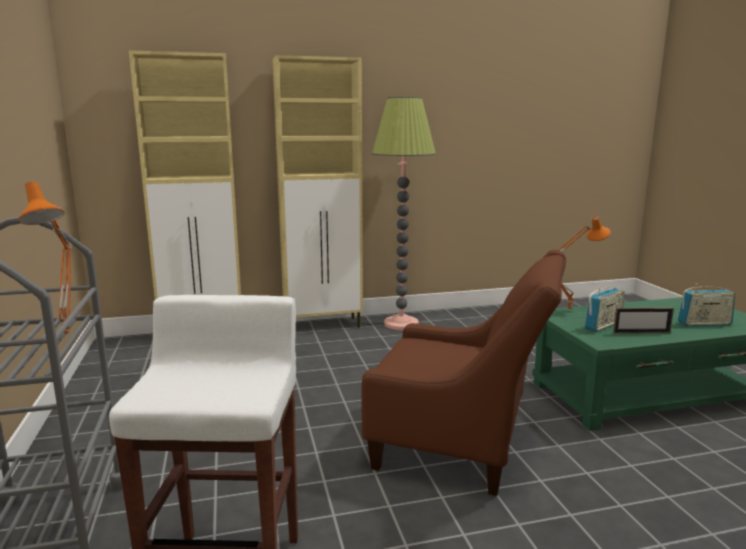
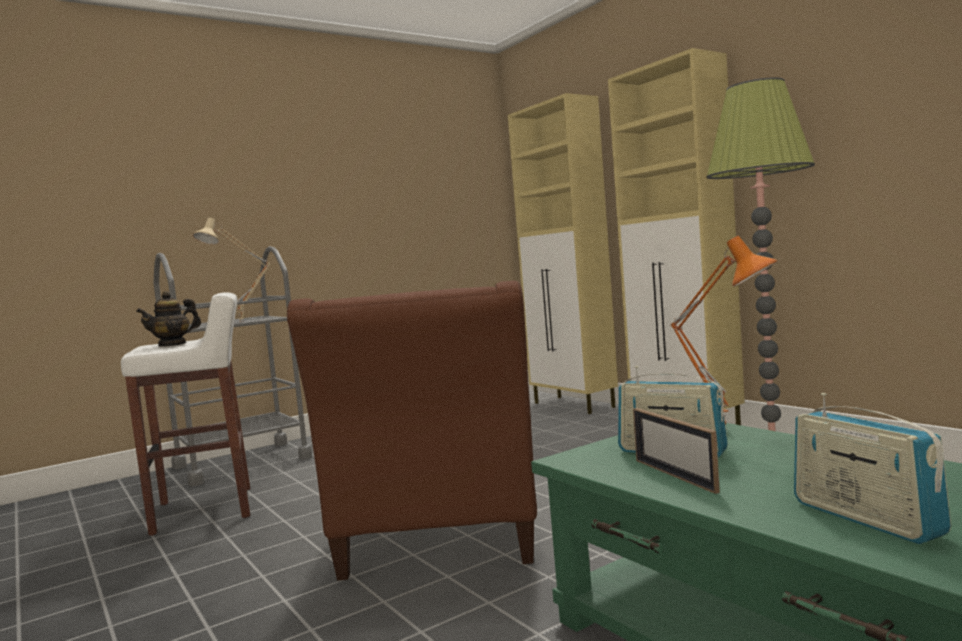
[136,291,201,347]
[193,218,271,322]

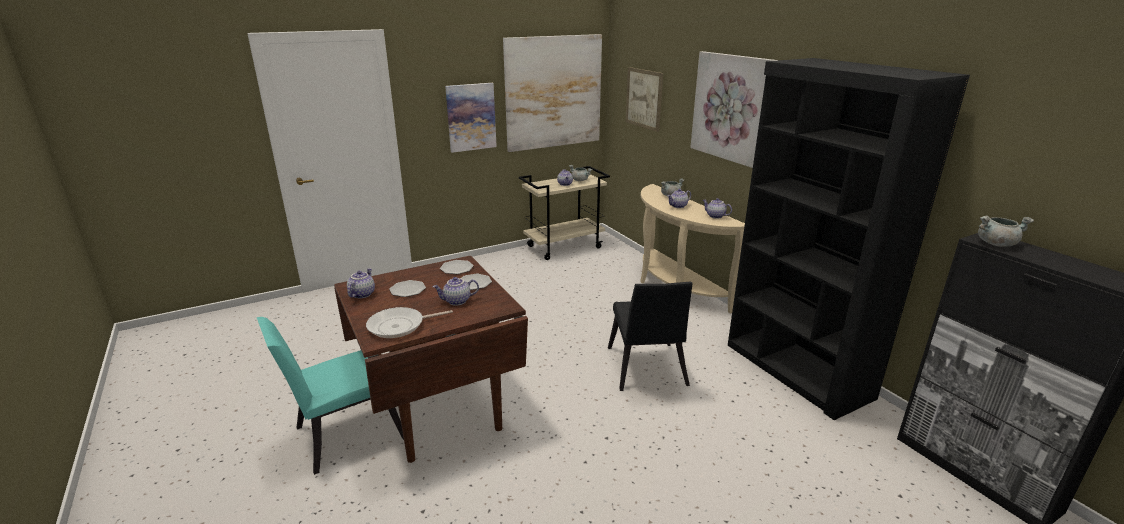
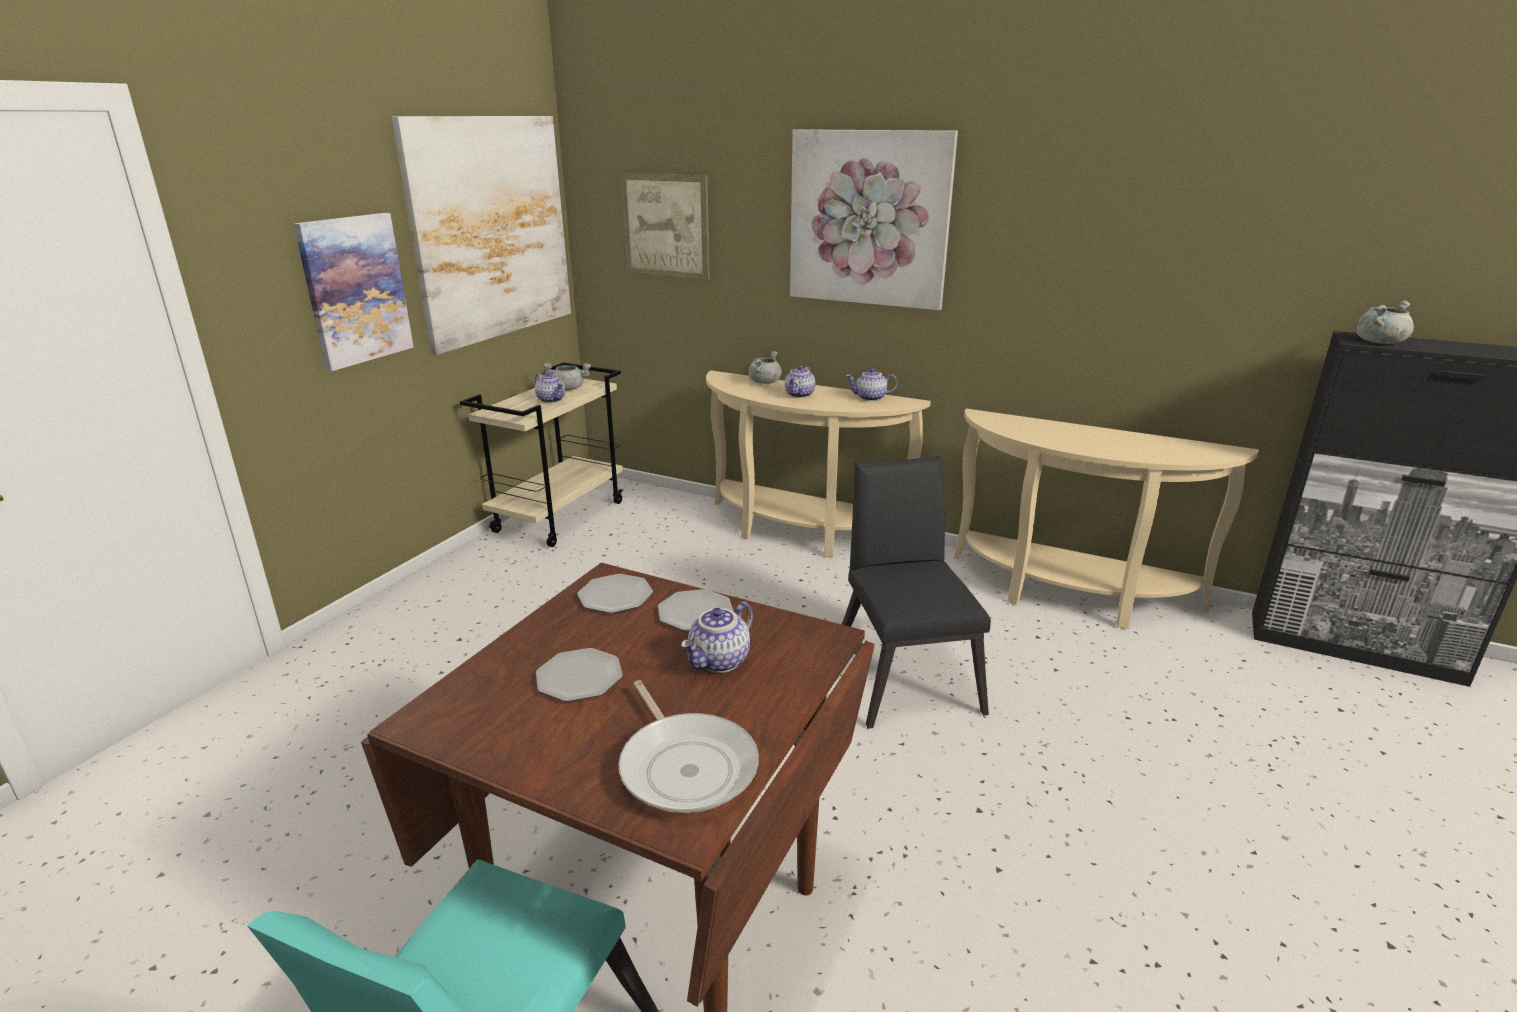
[618,680,759,813]
[842,456,991,729]
[954,409,1259,629]
[347,268,375,298] (first image)

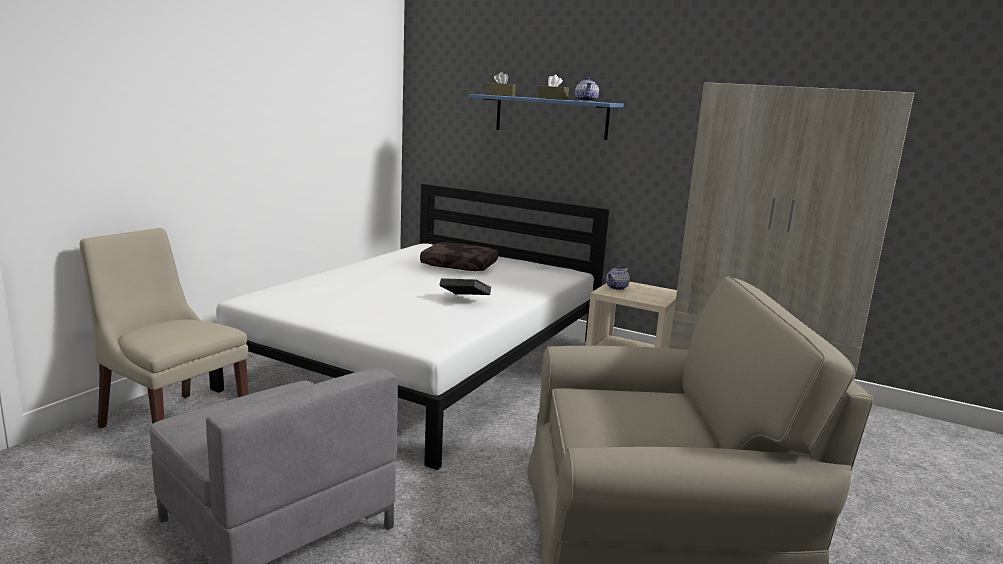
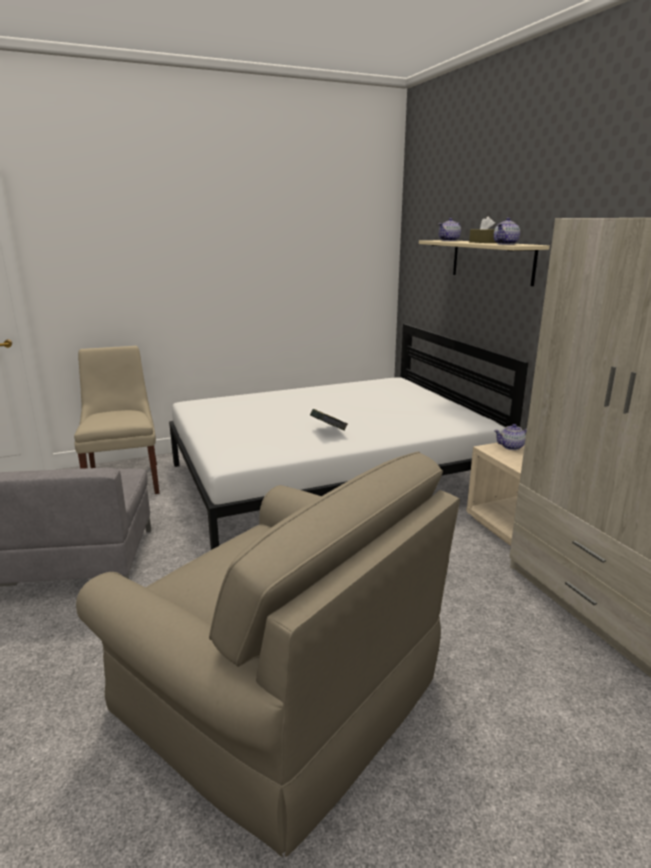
[419,240,550,286]
[438,218,461,241]
[420,242,498,271] (first image)

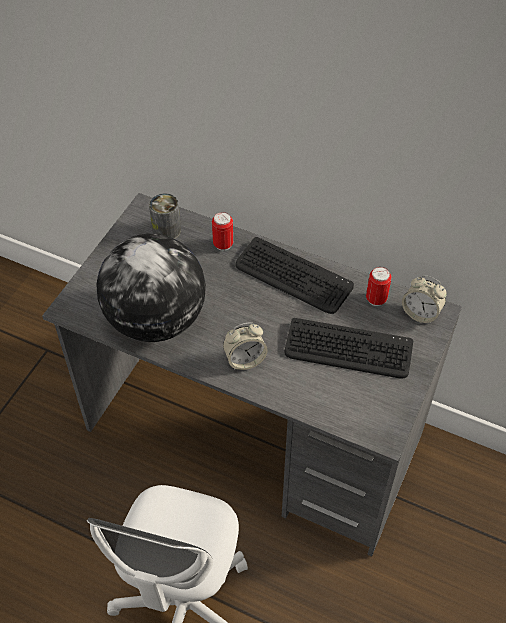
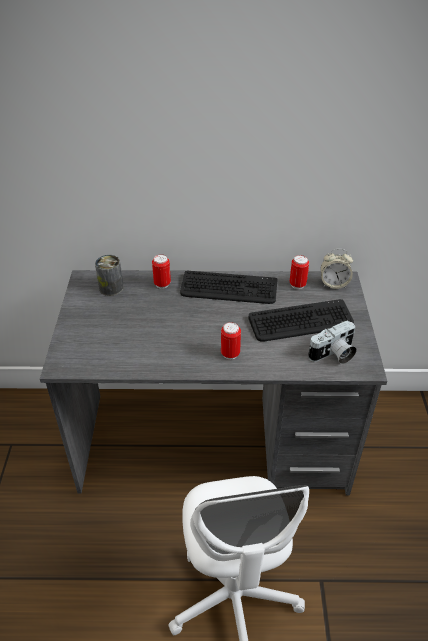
[221,322,241,359]
[308,320,357,364]
[96,234,206,342] (first image)

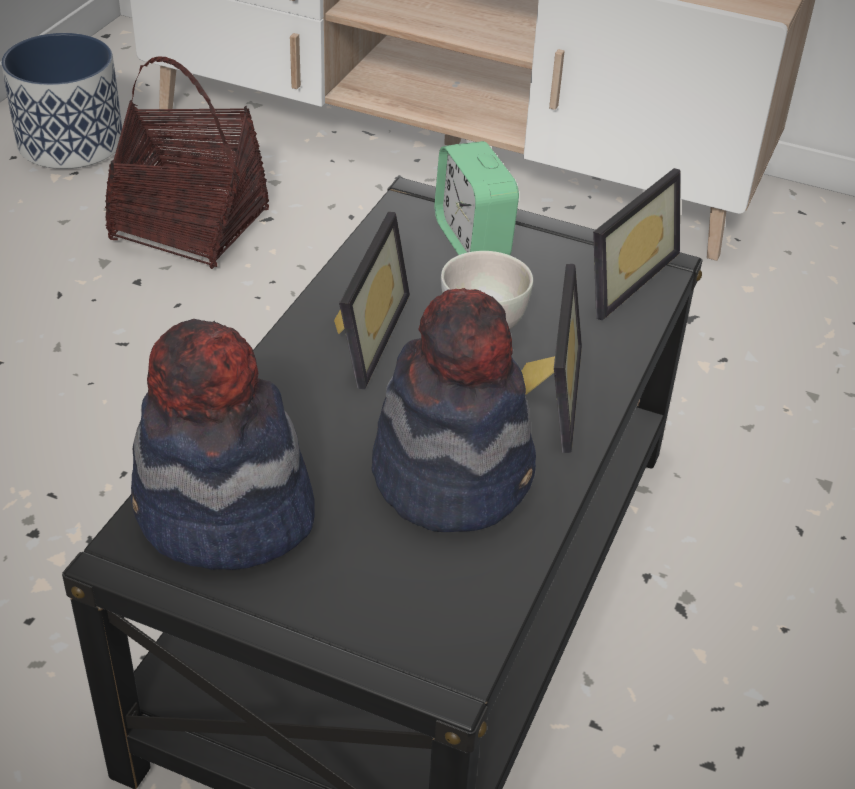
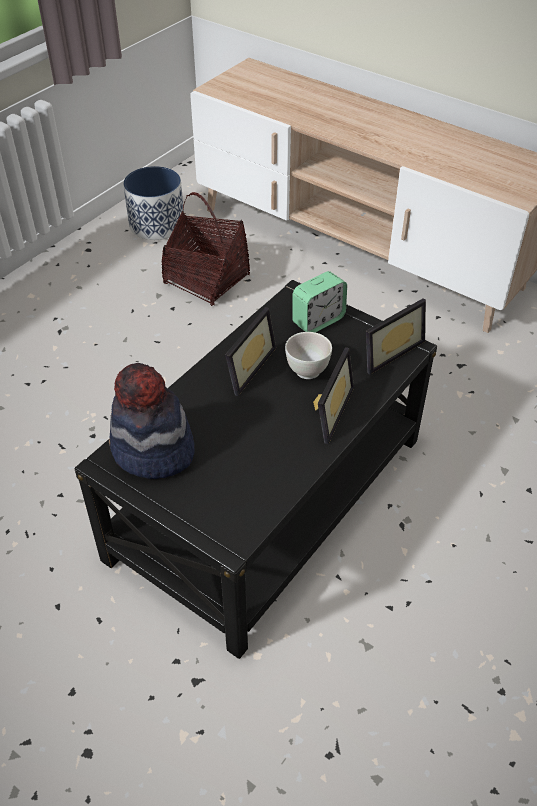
[292,271,347,333]
[372,288,536,532] (first image)

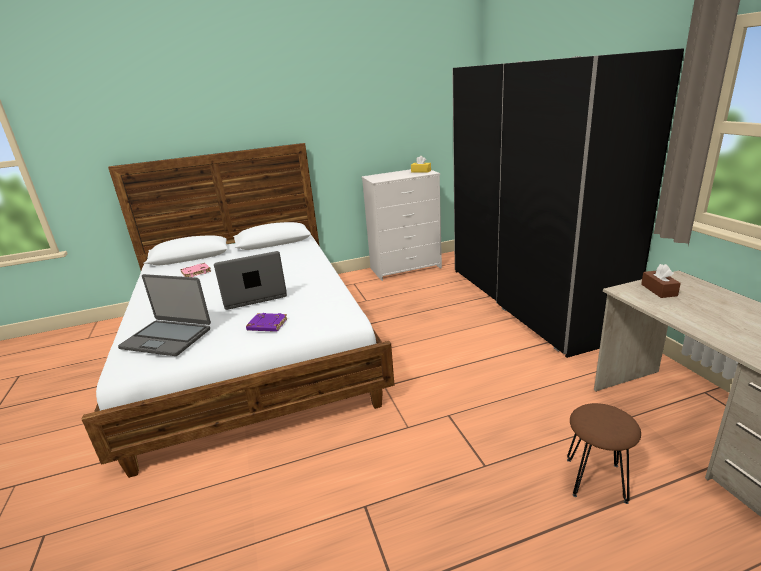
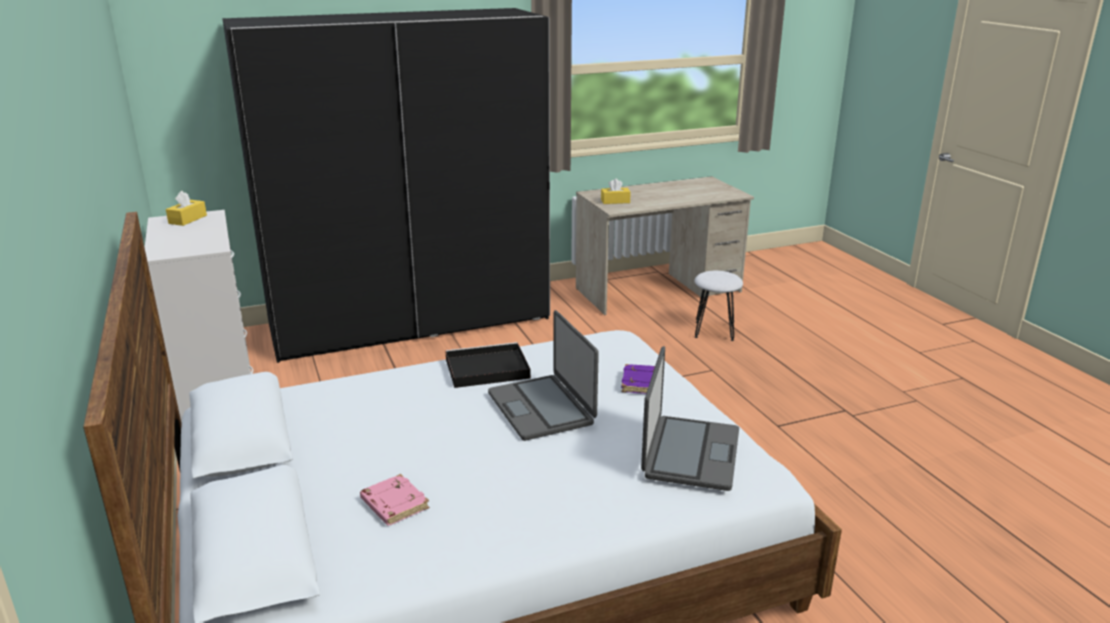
[445,342,531,388]
[601,179,631,204]
[695,271,743,341]

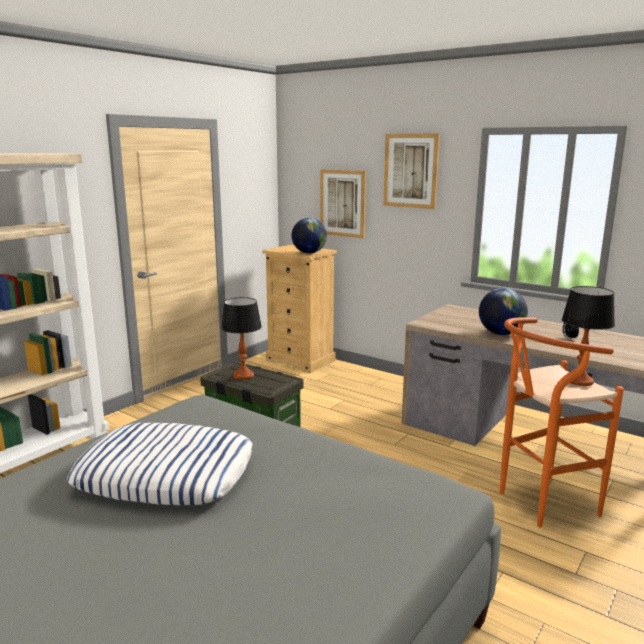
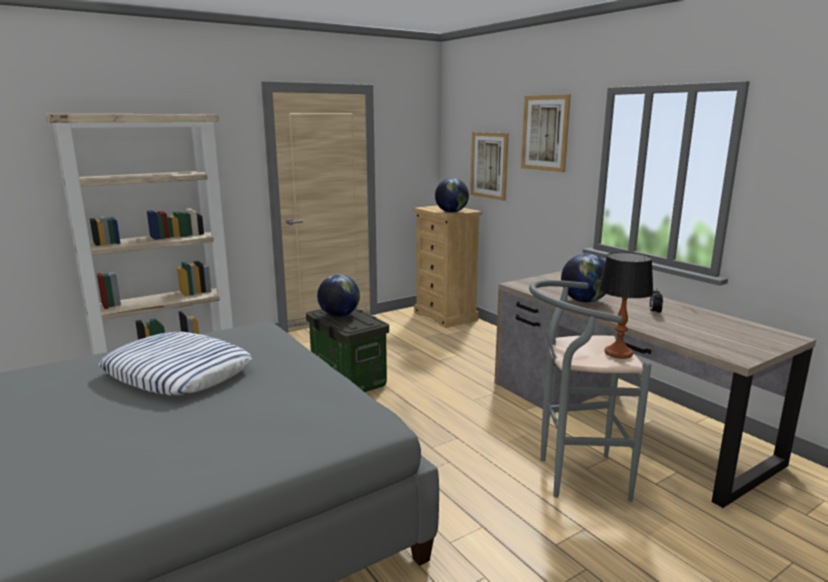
[317,275,360,317]
[529,280,651,502]

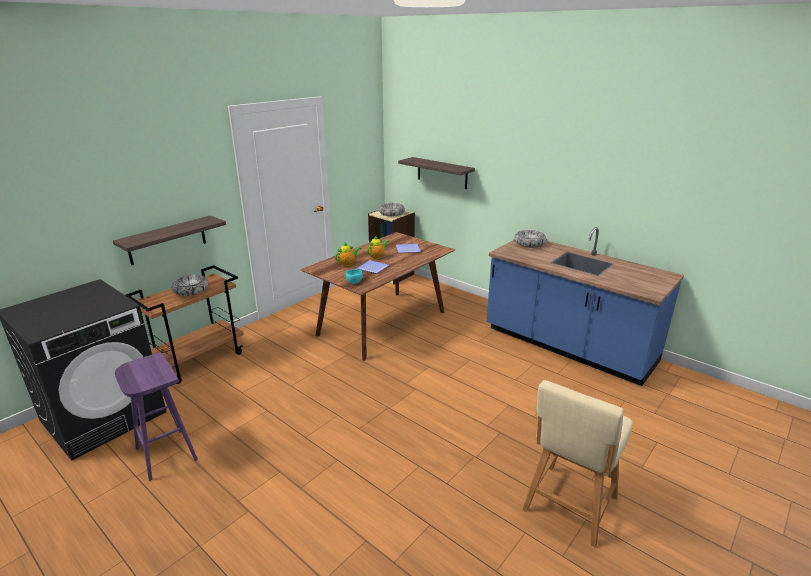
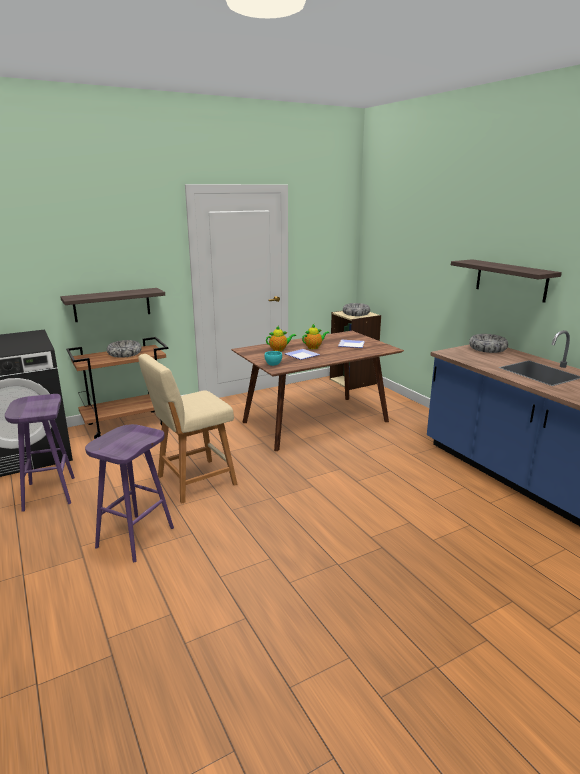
[85,424,174,562]
[138,354,238,503]
[451,259,562,303]

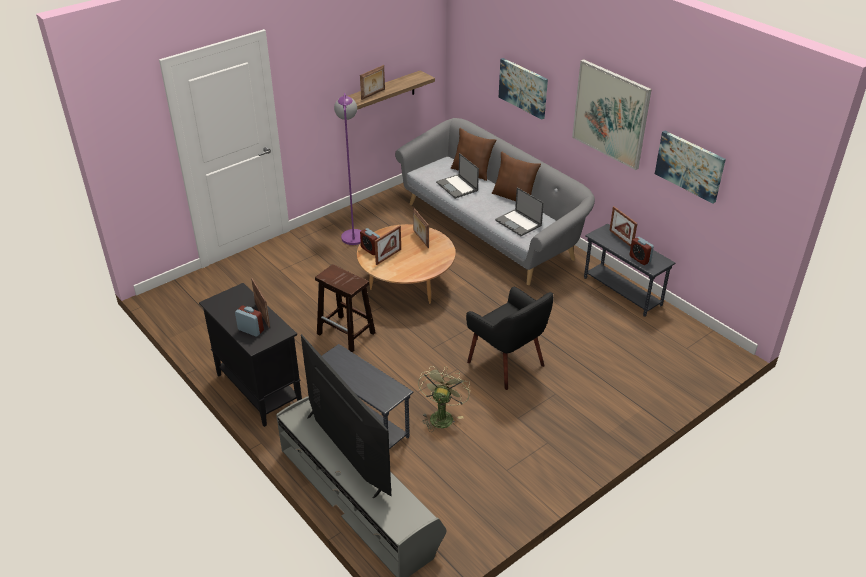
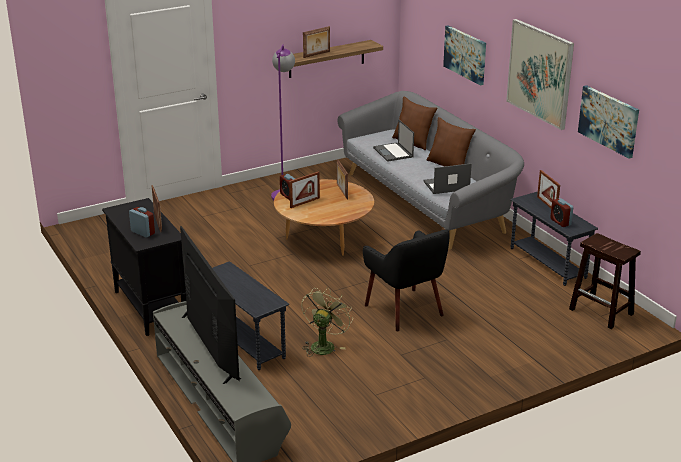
[423,163,472,194]
[569,233,641,329]

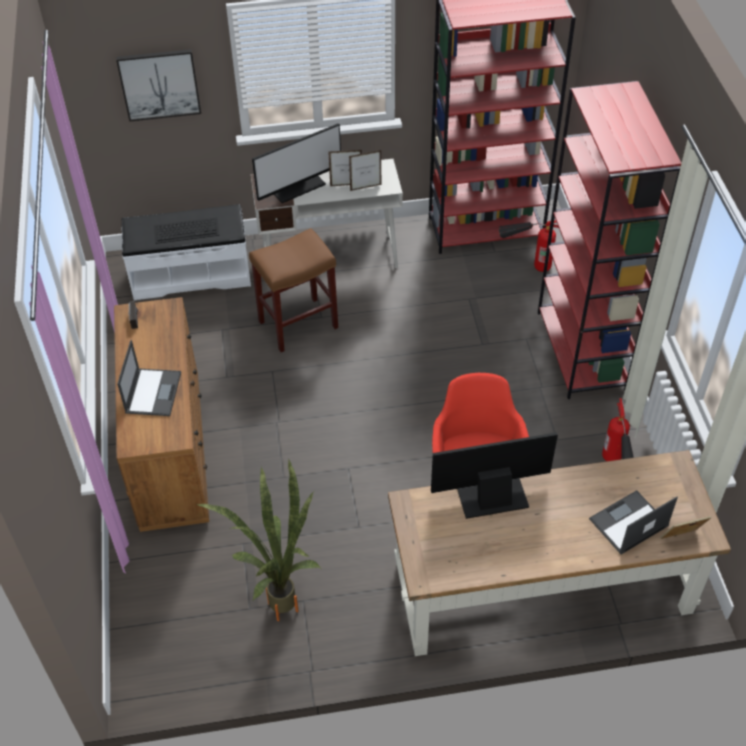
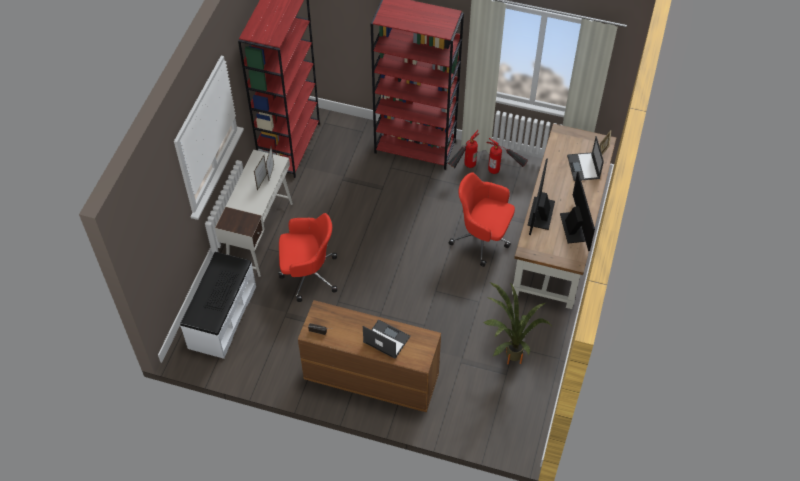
[278,213,337,302]
[448,130,479,168]
[560,172,595,251]
[116,49,201,122] (first image)

